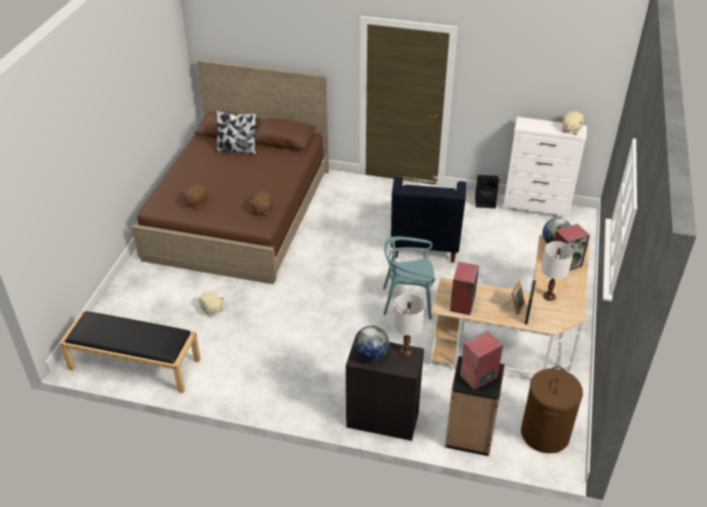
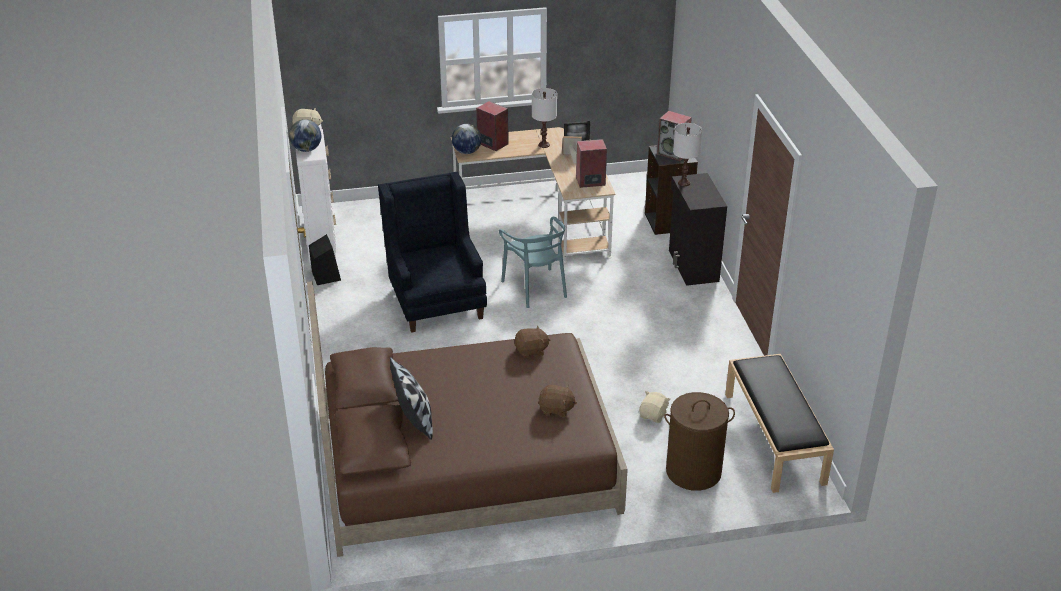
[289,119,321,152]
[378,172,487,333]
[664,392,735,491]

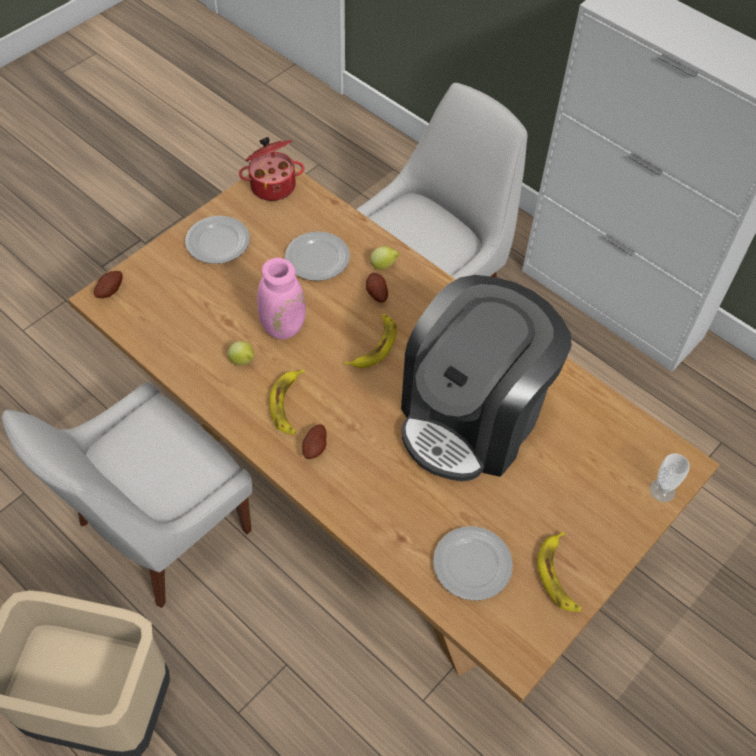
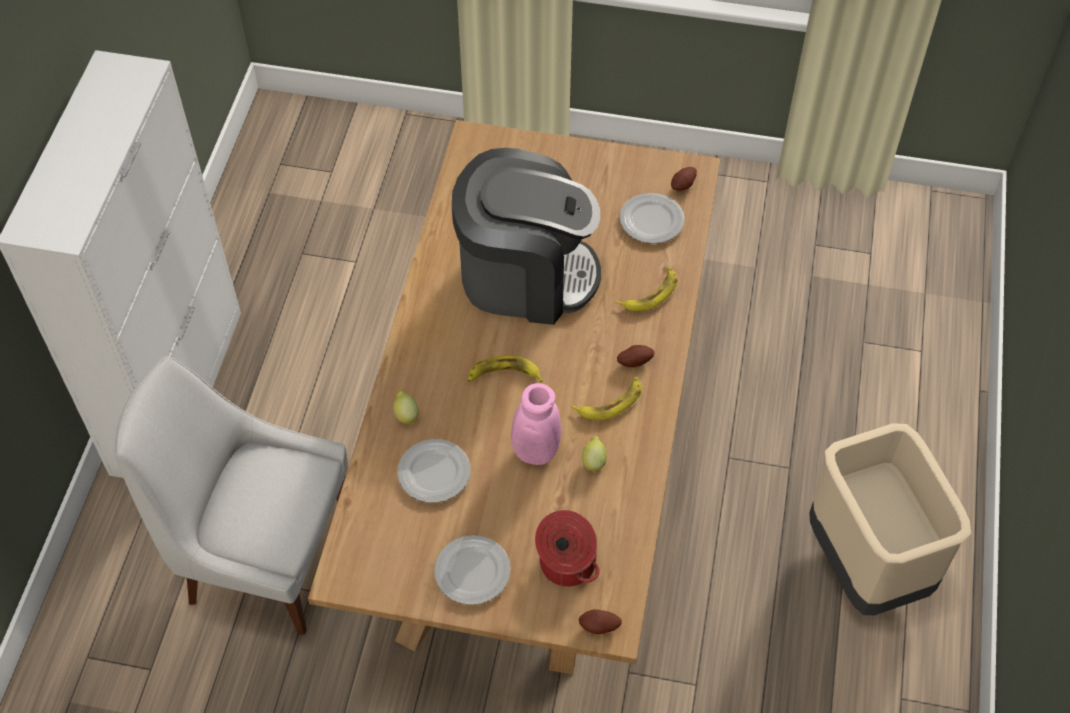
[535,510,600,587]
[616,267,678,311]
[671,167,697,191]
[2,382,252,608] (first image)
[649,453,690,502] (first image)

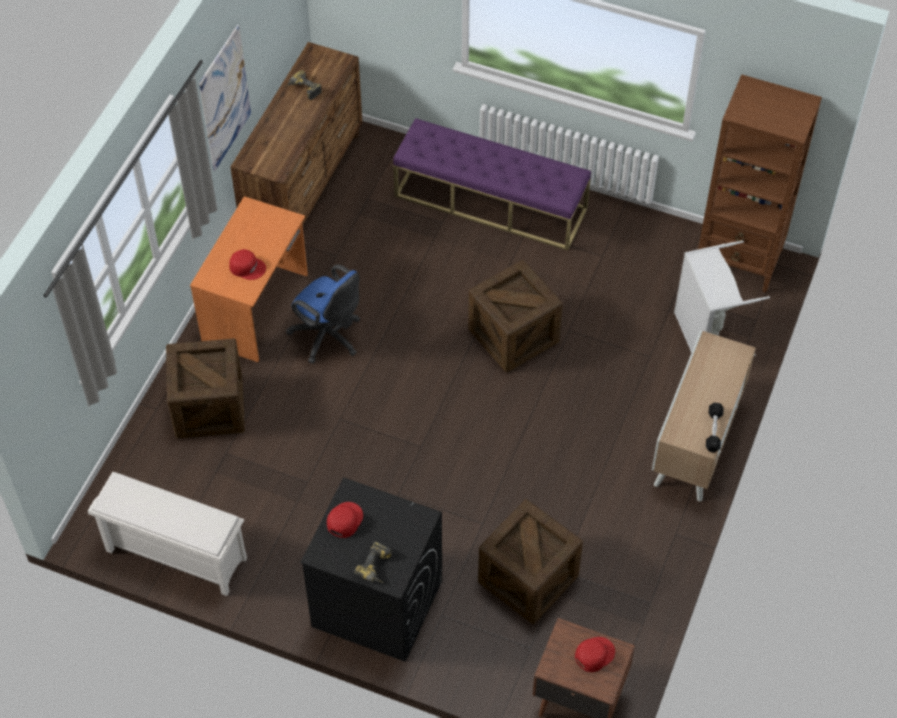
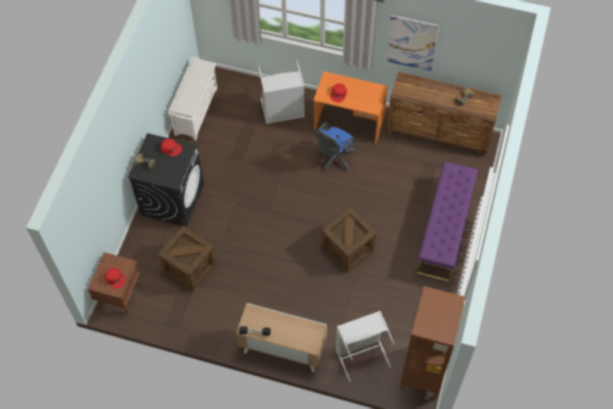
[258,60,305,124]

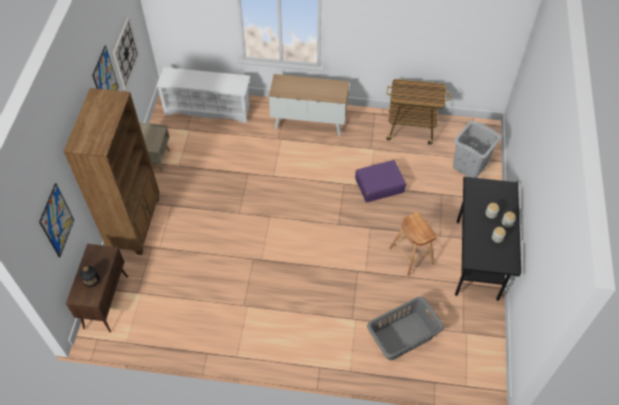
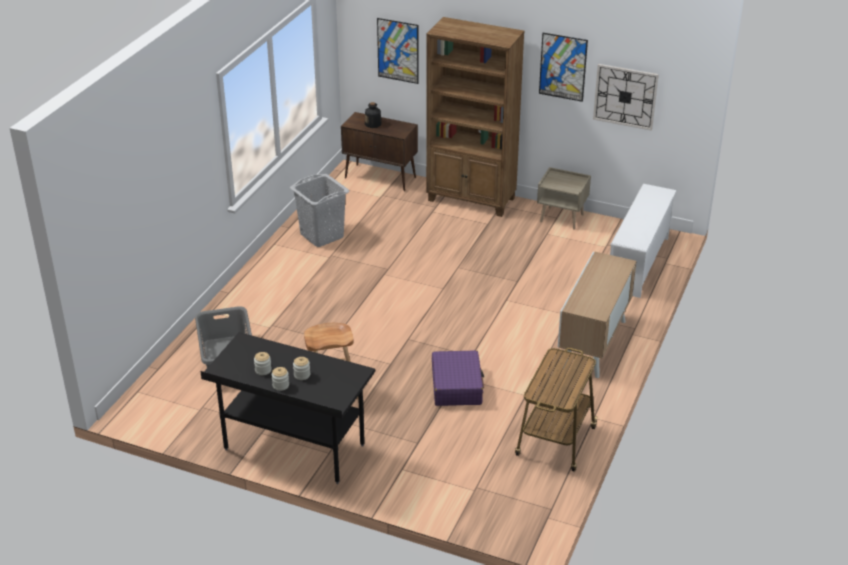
[290,174,350,247]

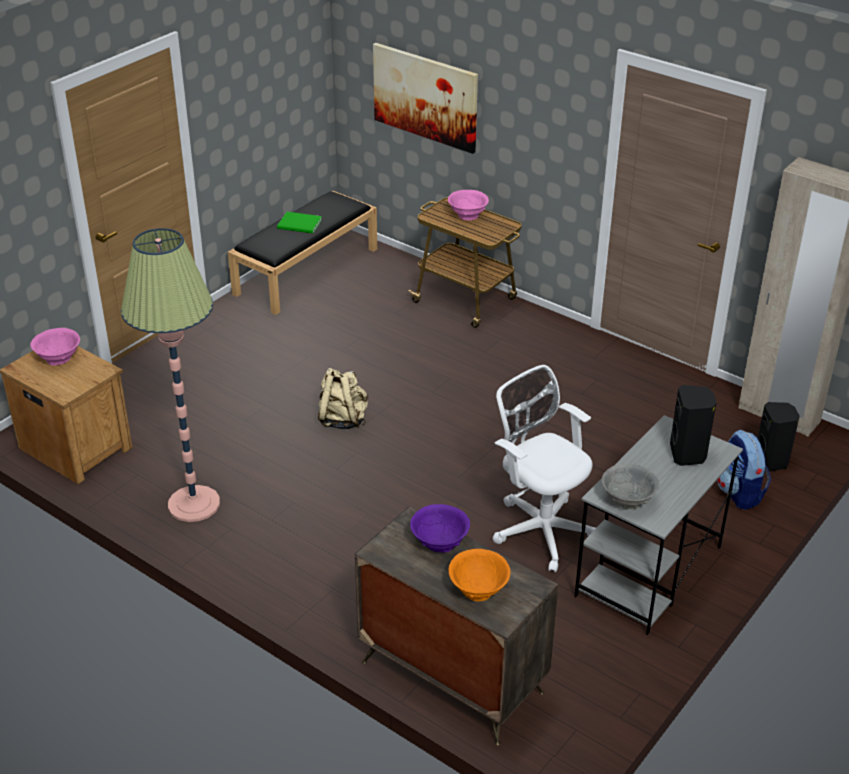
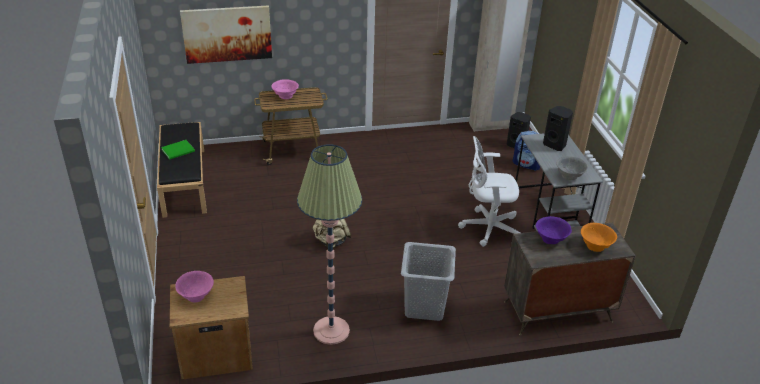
[401,242,456,321]

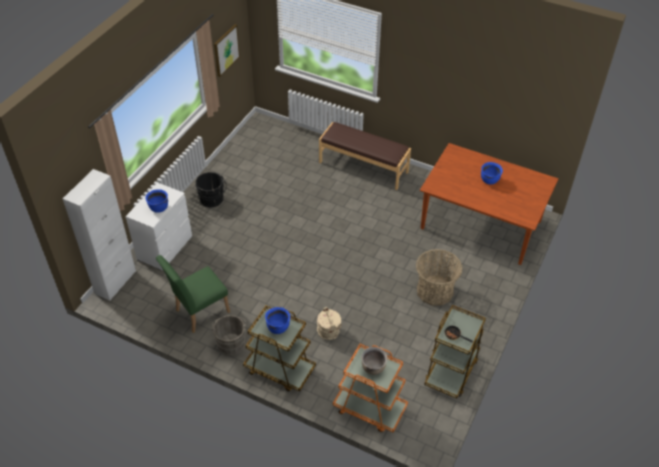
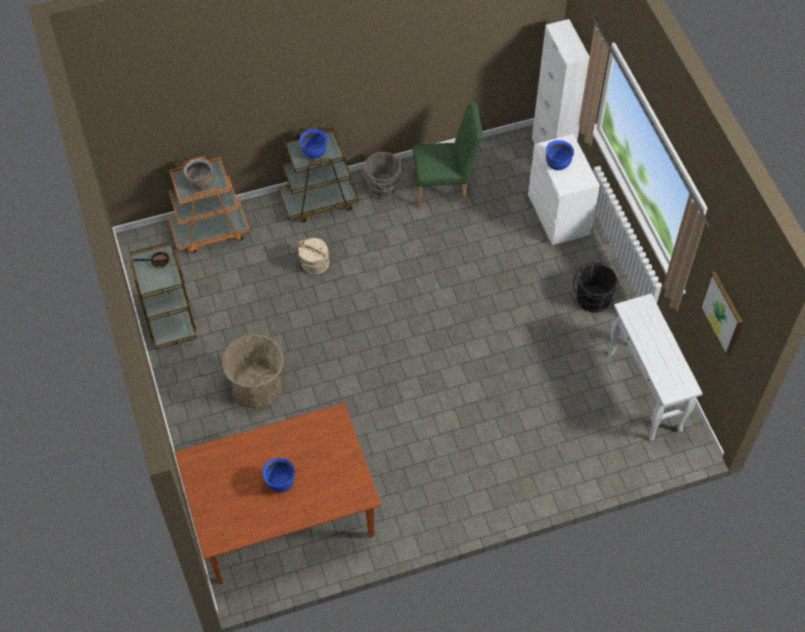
[413,102,483,208]
[608,294,703,441]
[319,122,411,190] (first image)

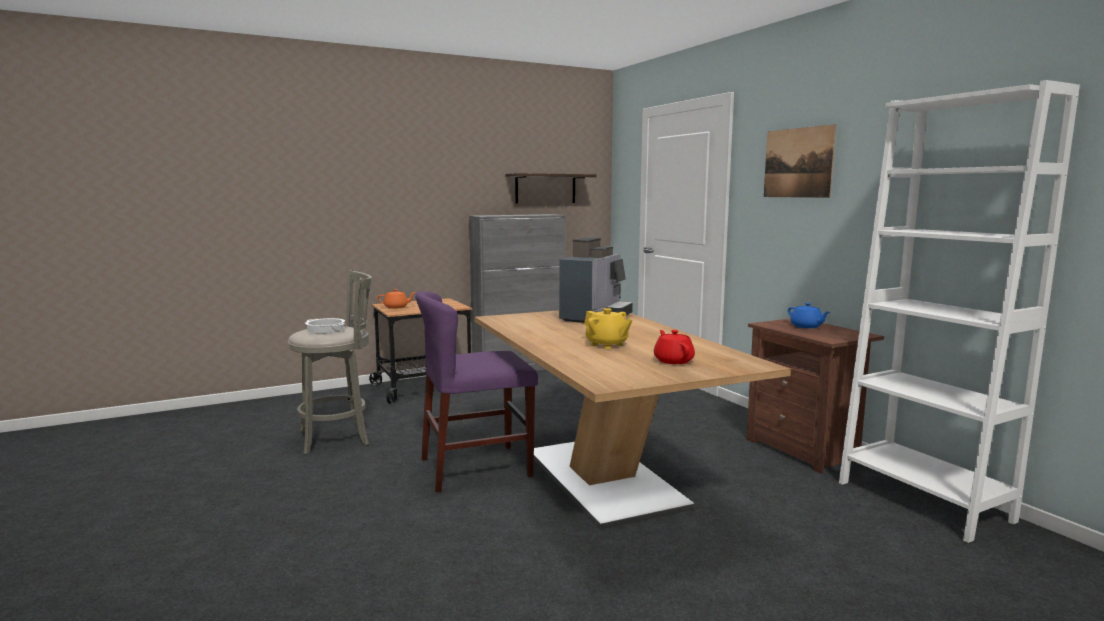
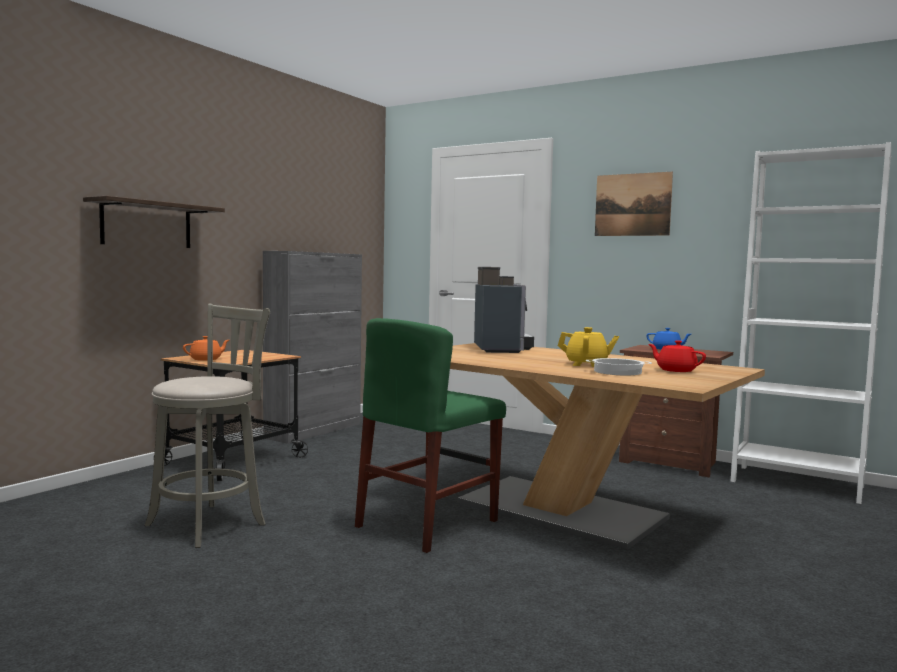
[83,196,225,248]
[355,318,506,553]
[586,358,652,376]

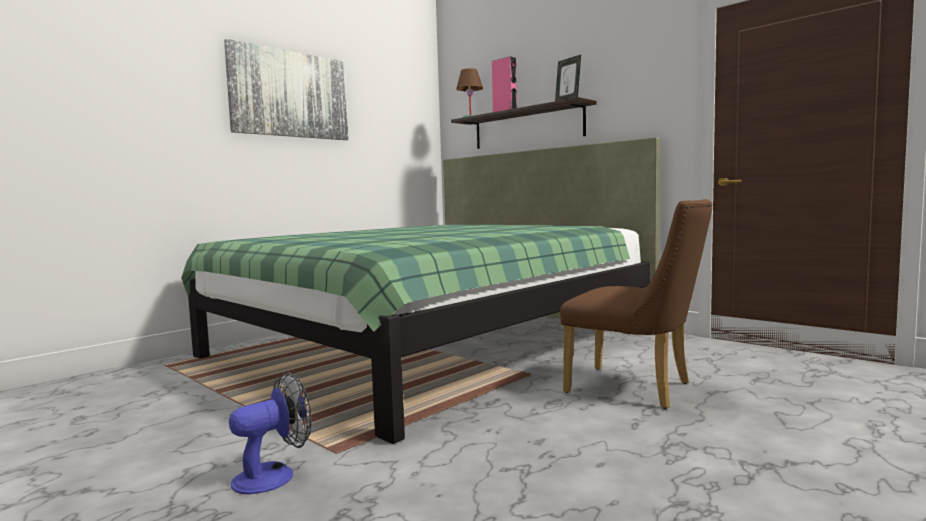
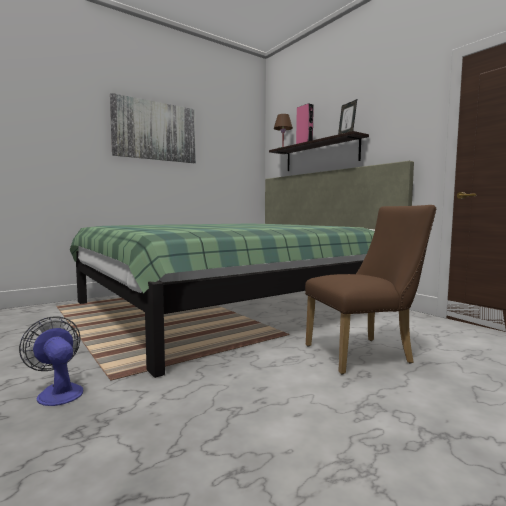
[19,316,83,406]
[305,205,437,374]

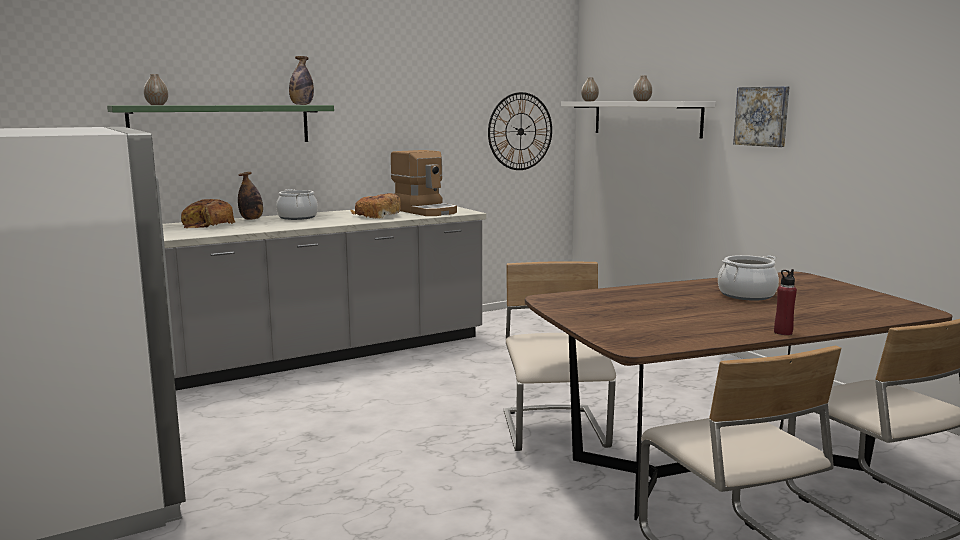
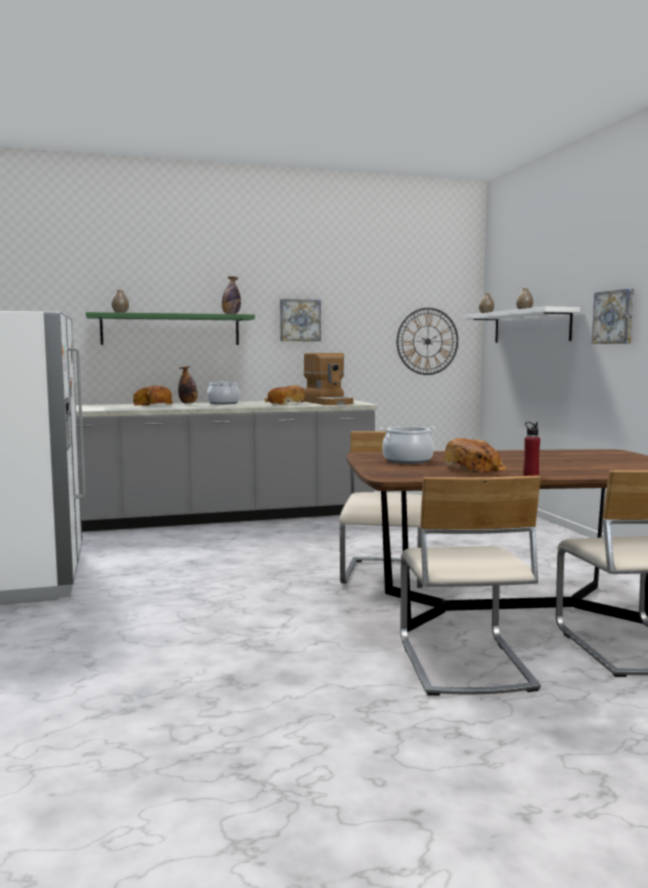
[280,299,321,341]
[381,427,436,464]
[444,438,506,473]

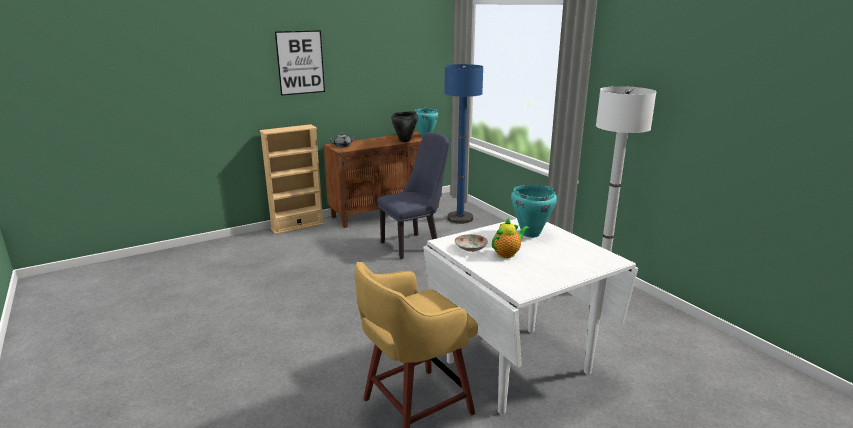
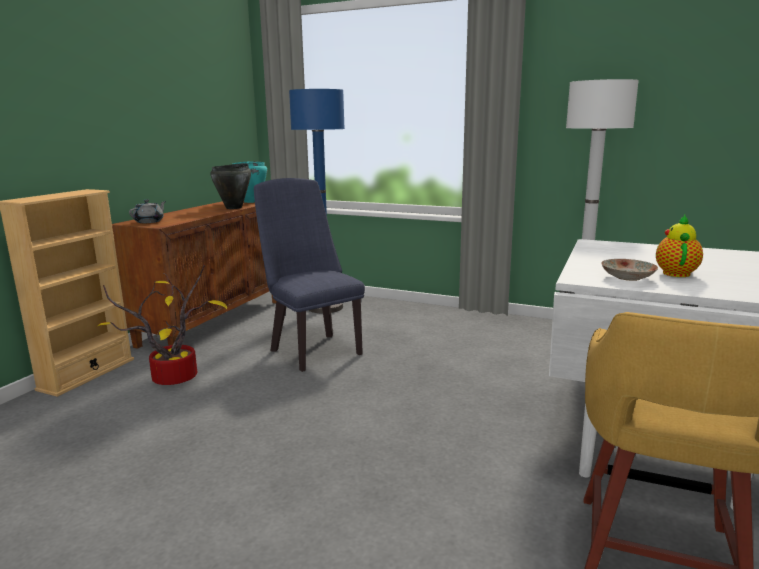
[96,265,227,385]
[254,178,365,372]
[275,30,325,96] (first image)
[511,185,557,238] (first image)

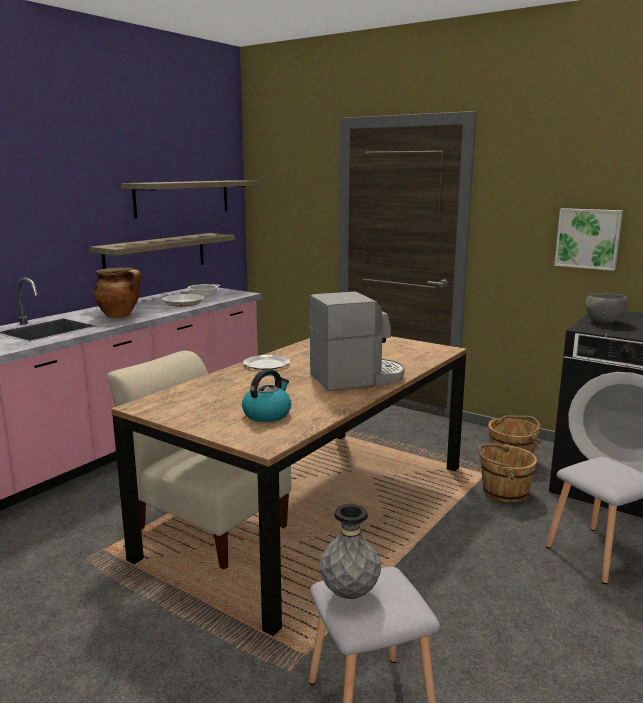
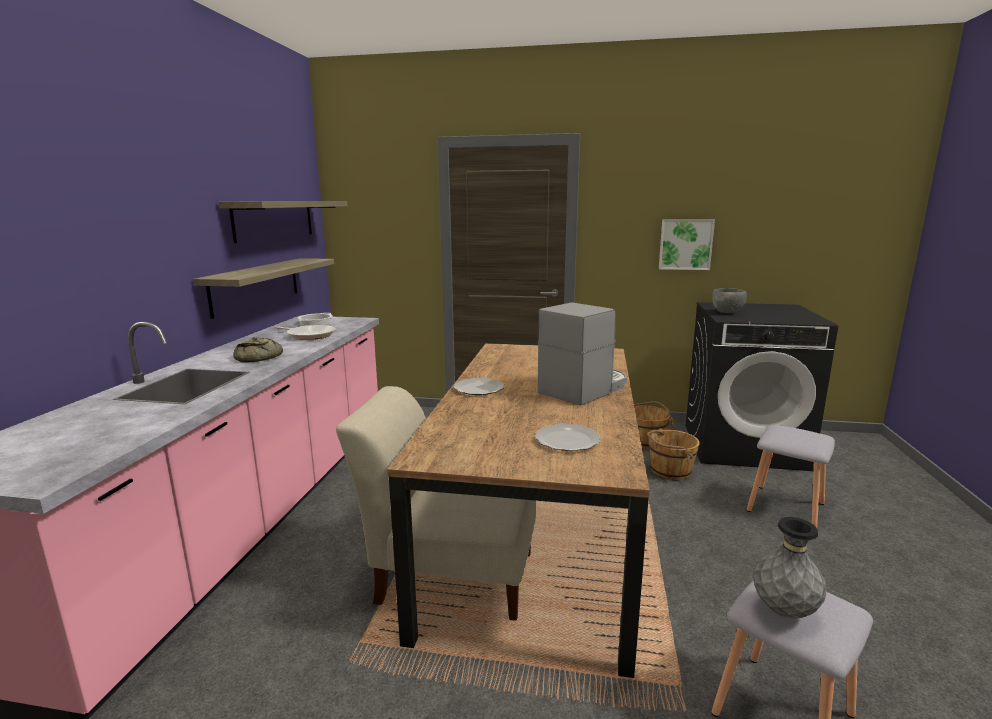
[233,337,283,363]
[535,424,600,451]

